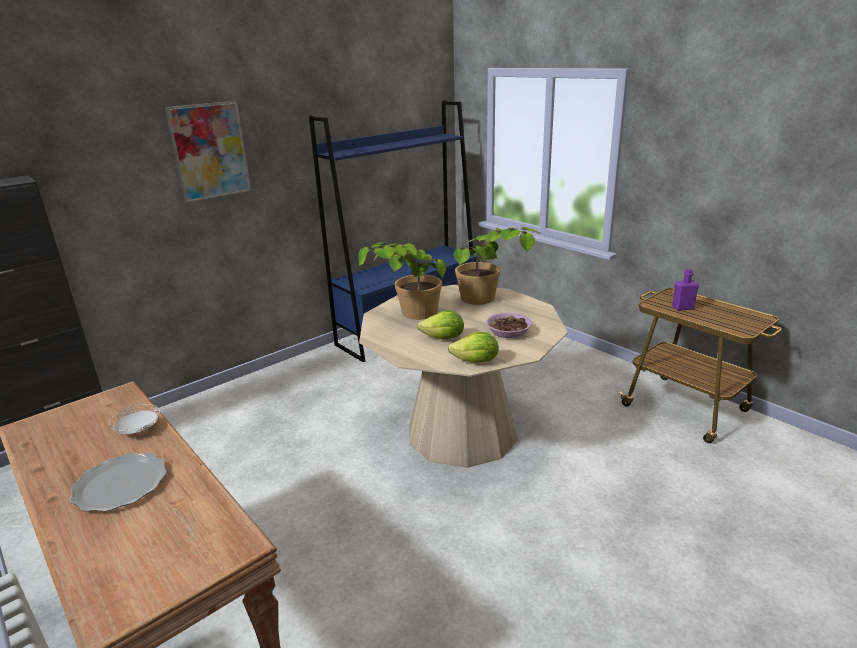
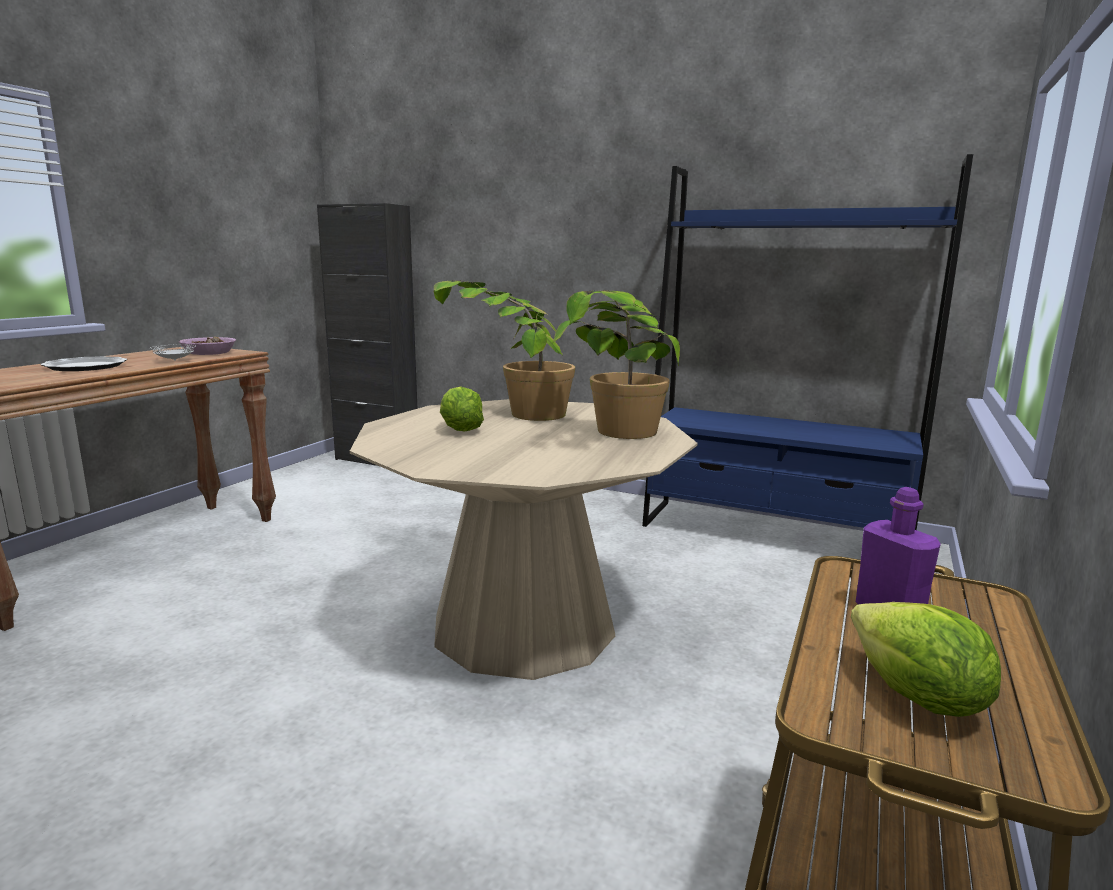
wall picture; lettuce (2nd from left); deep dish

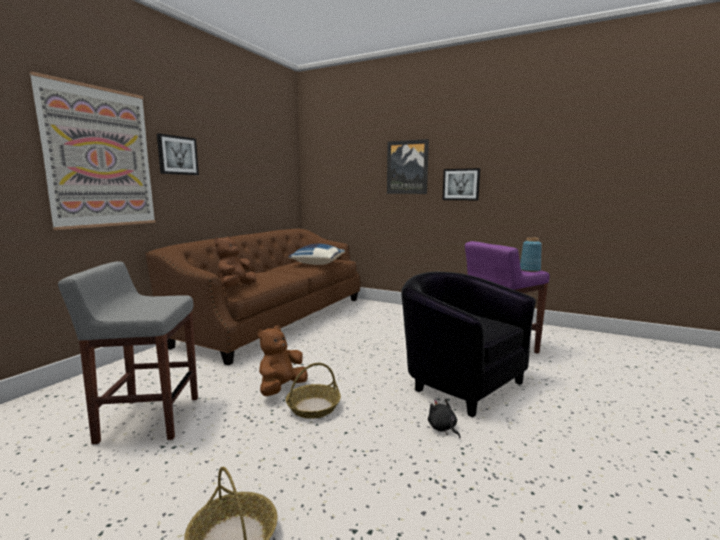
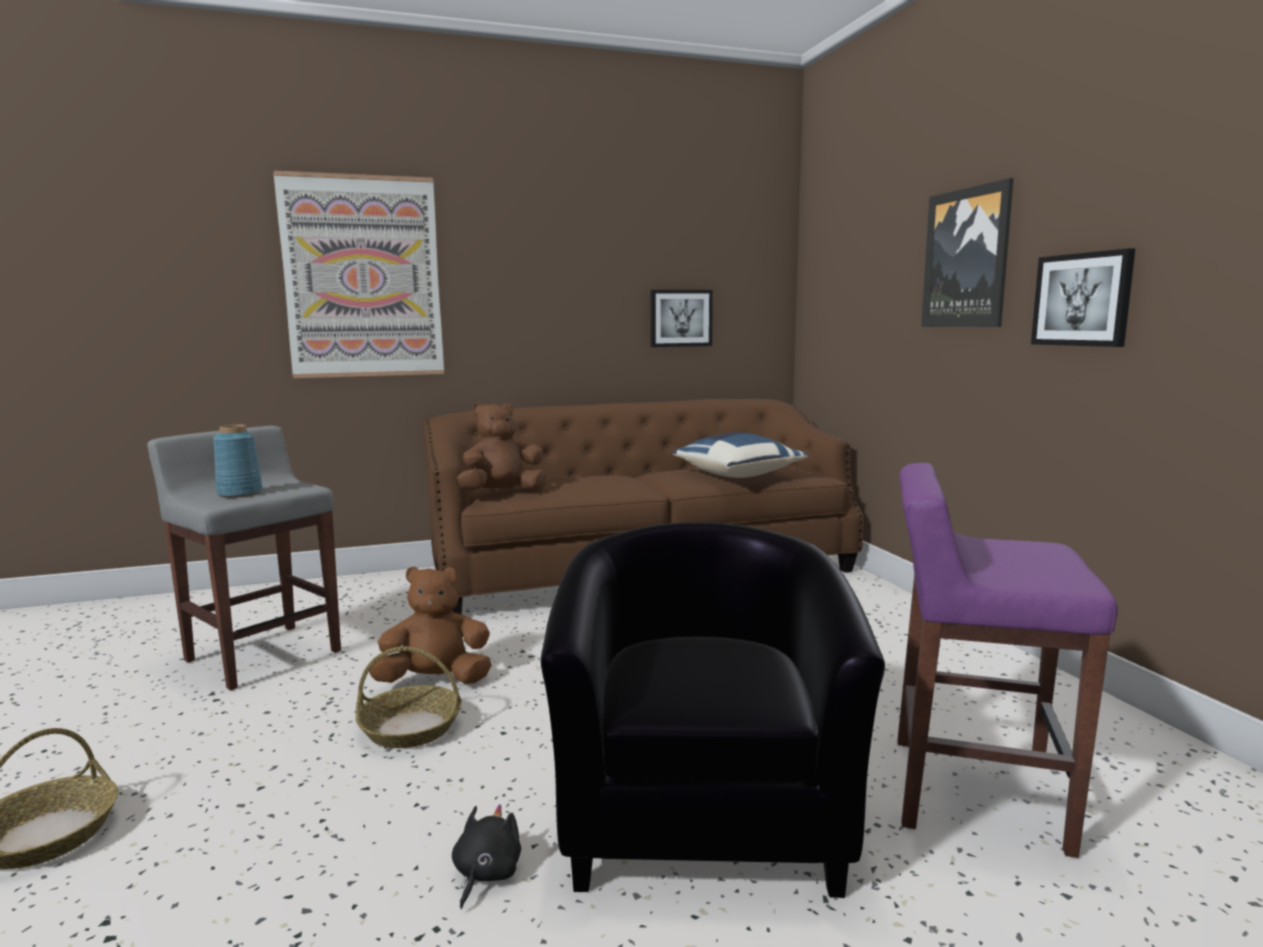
wall picture (2nd from left); blue-coloured vase

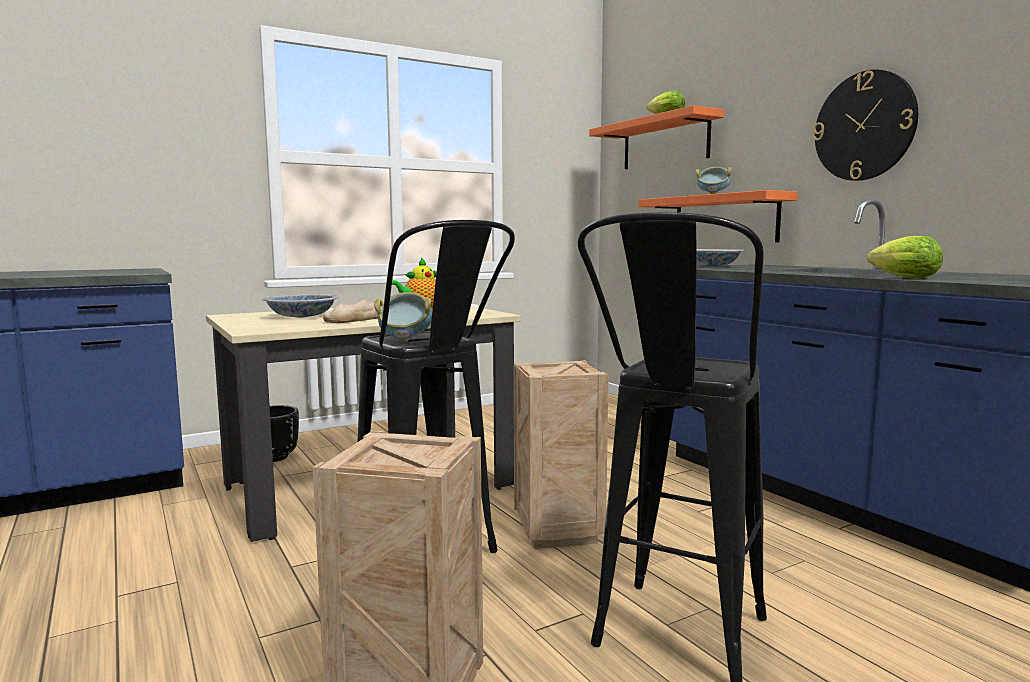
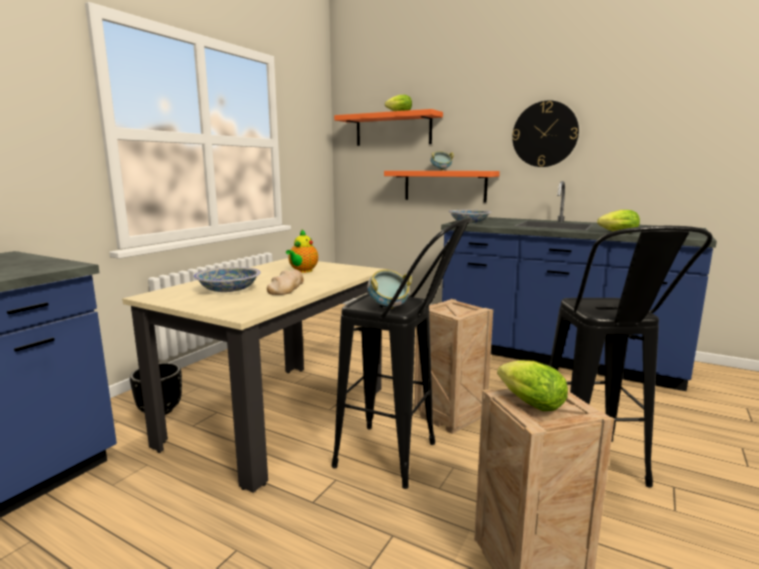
lettuce (2nd from left)

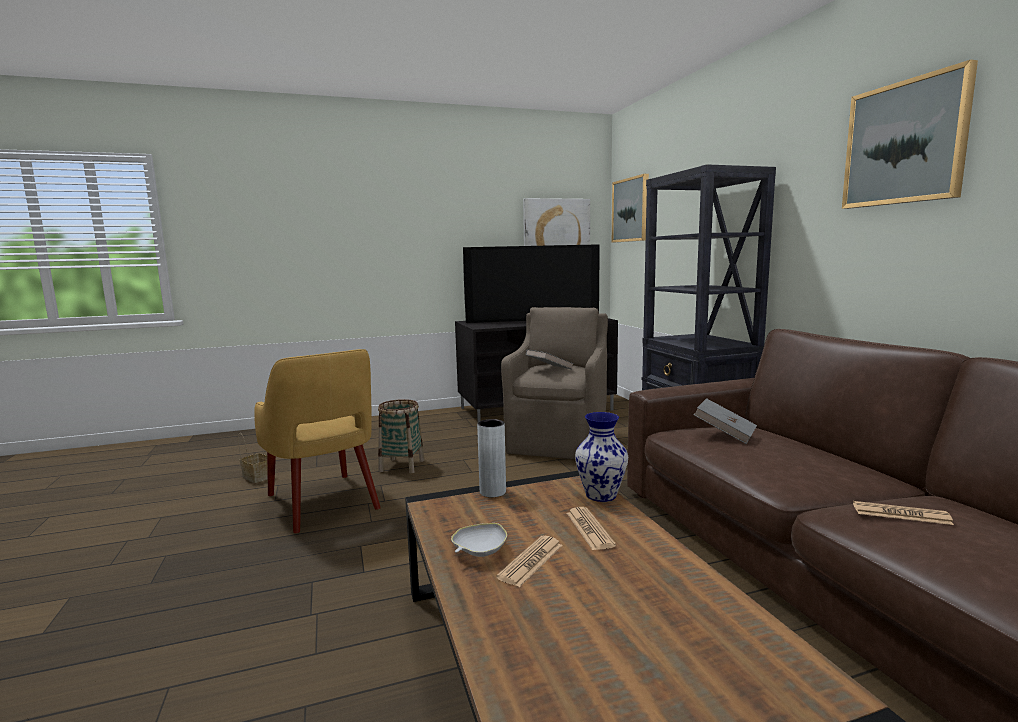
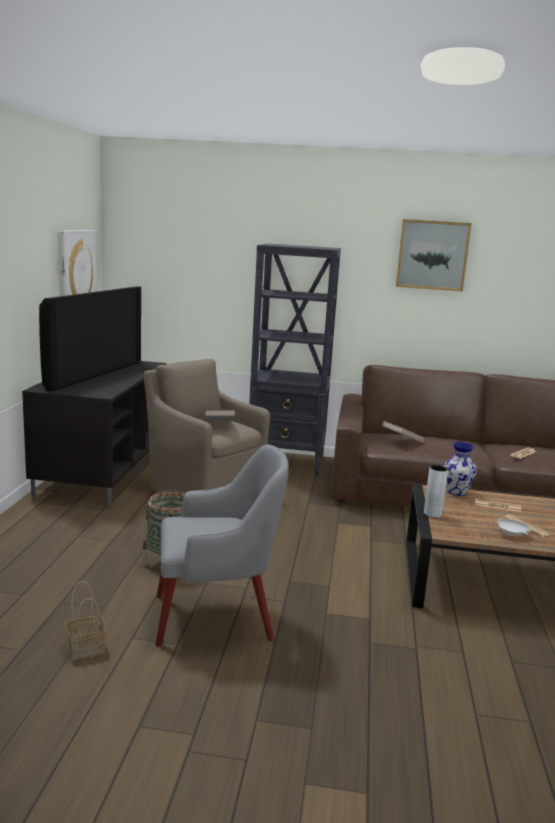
wall picture (2nd from left in the first image); greyish armchair

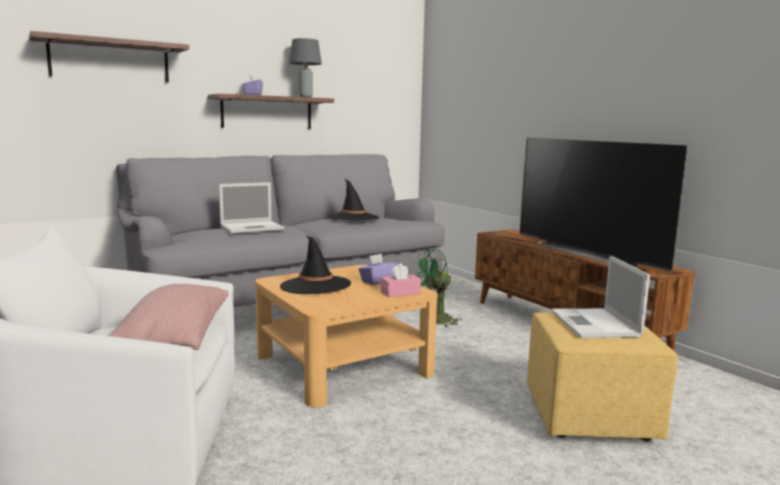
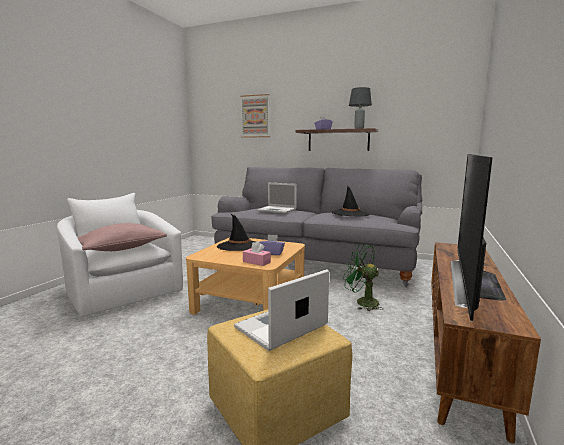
wall picture

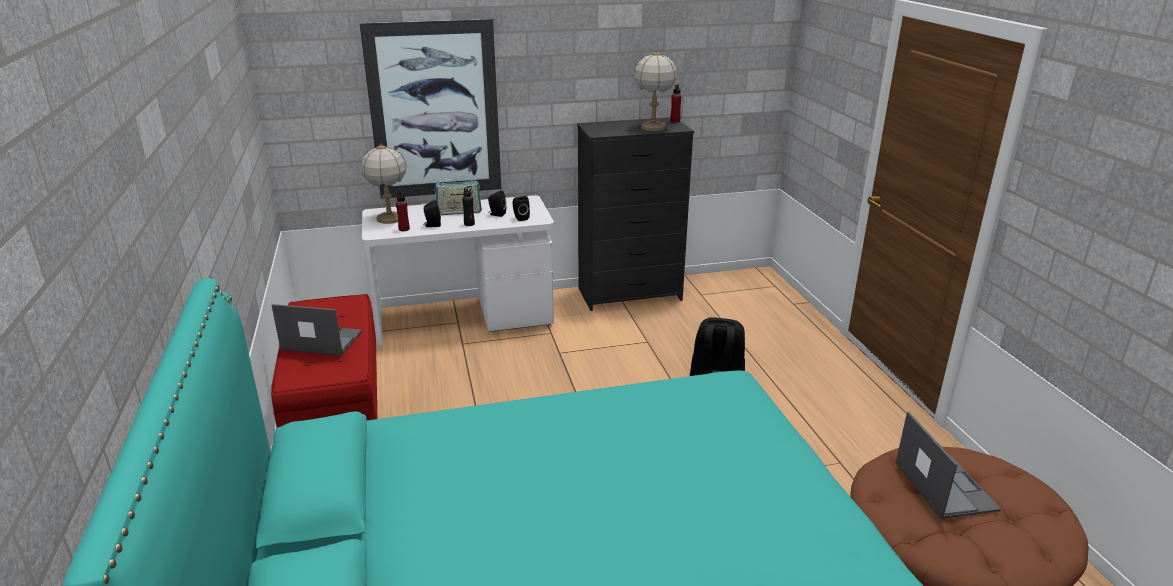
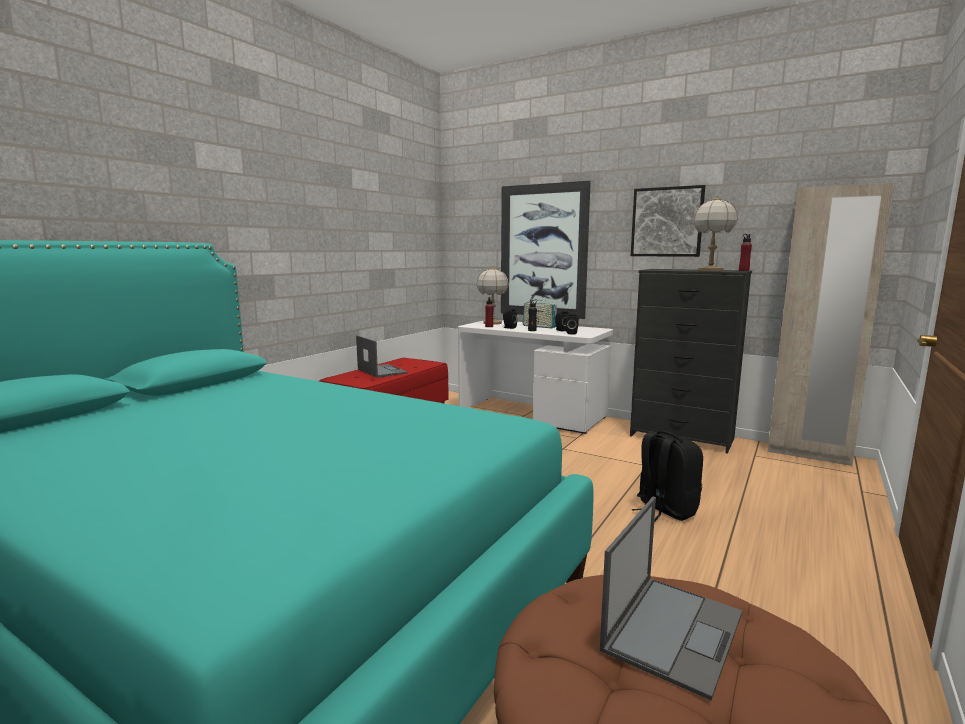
wall picture (2nd from left); beige armoire

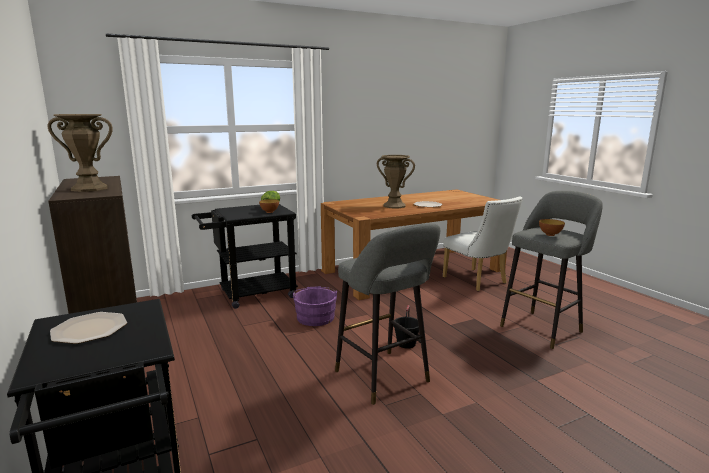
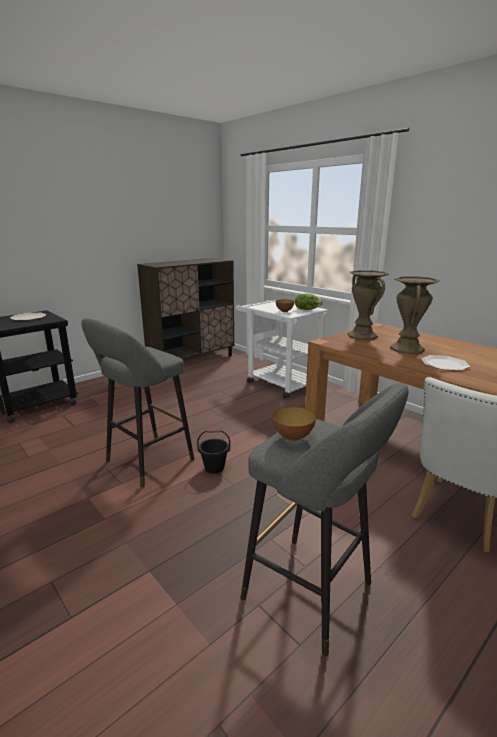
purplish bucket; brownish vase (1st from left); white-coloured wheeled cart

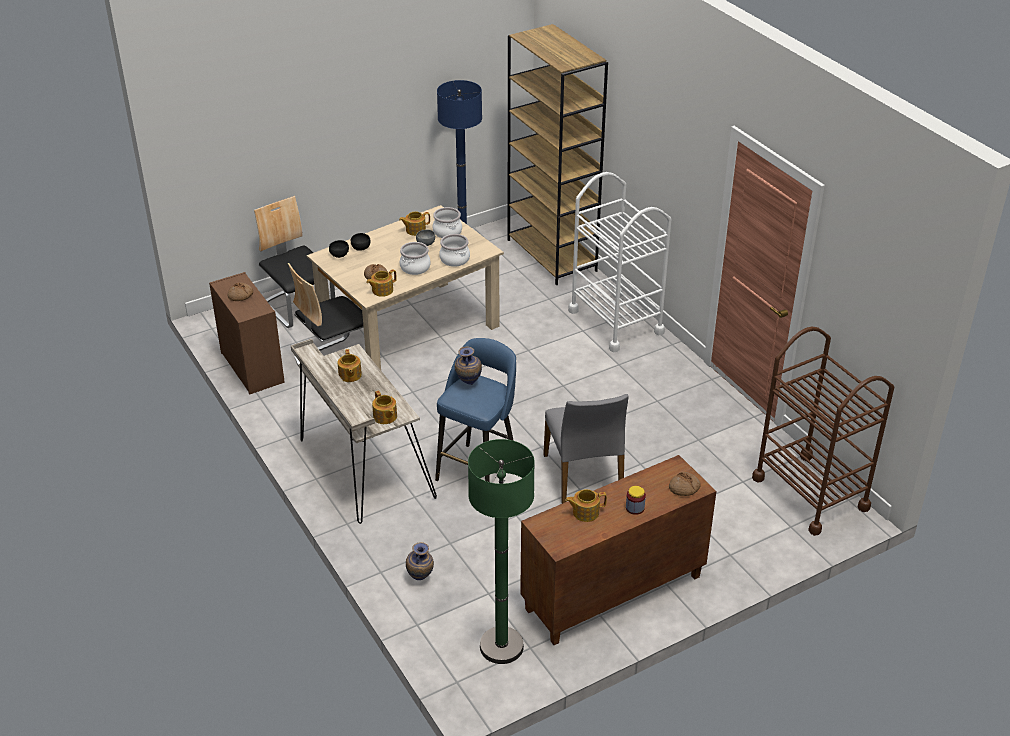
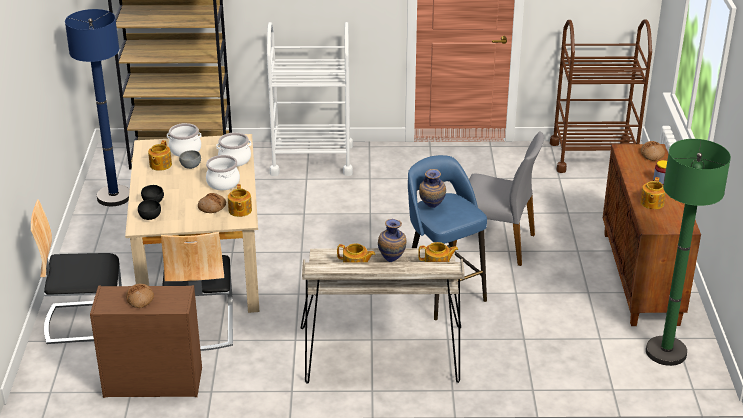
vase (1st from left)

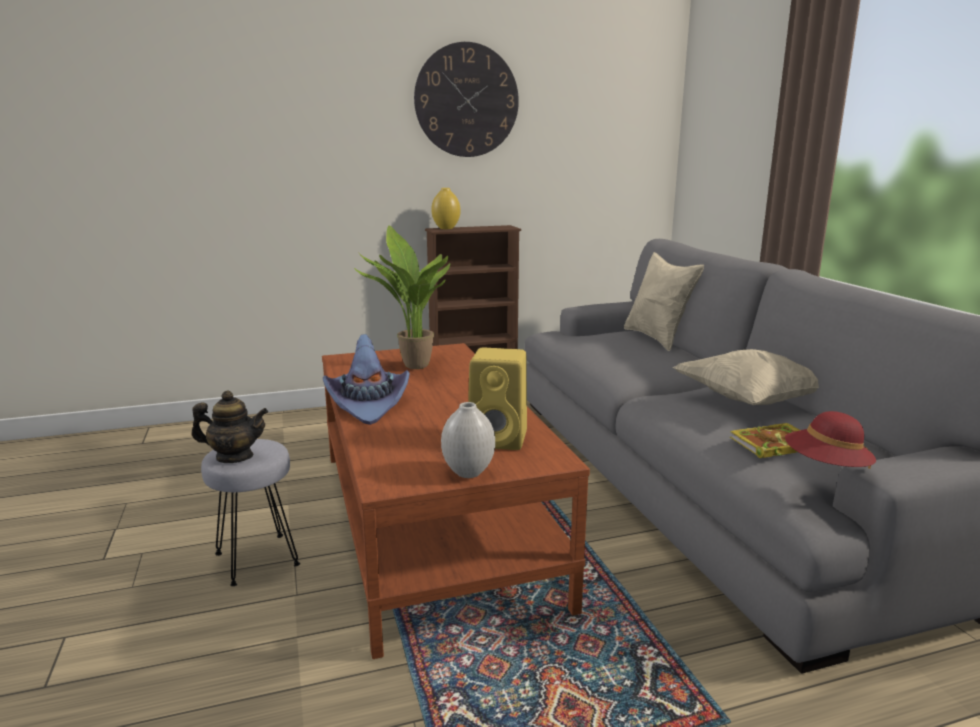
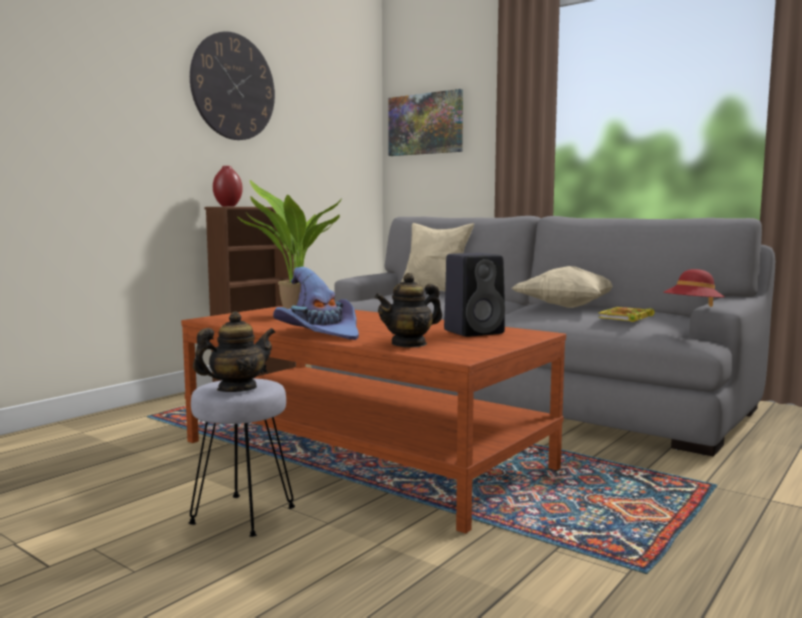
white-coloured vase; teapot (2nd from left); wall picture; red vase; black loudspeaker

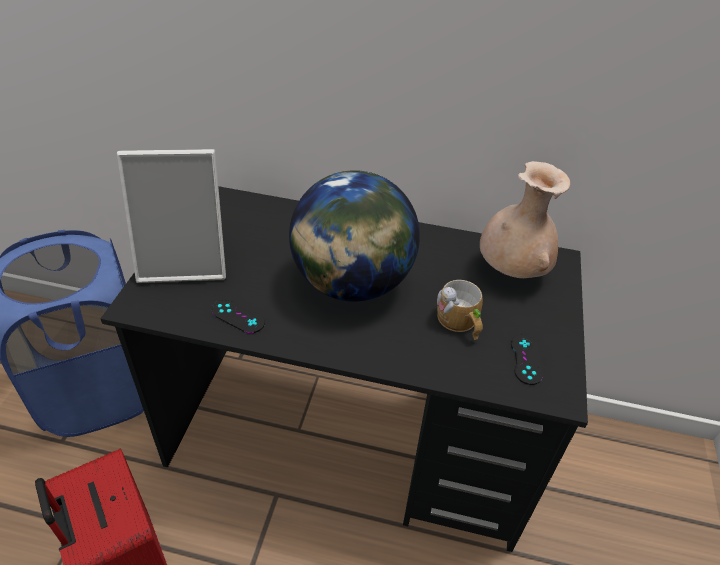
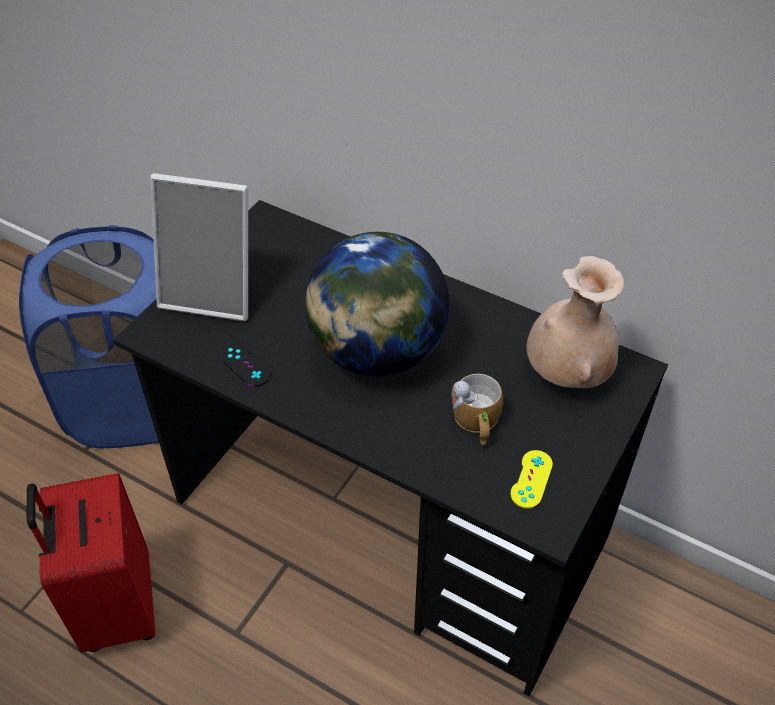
yellow-coloured gamepad

